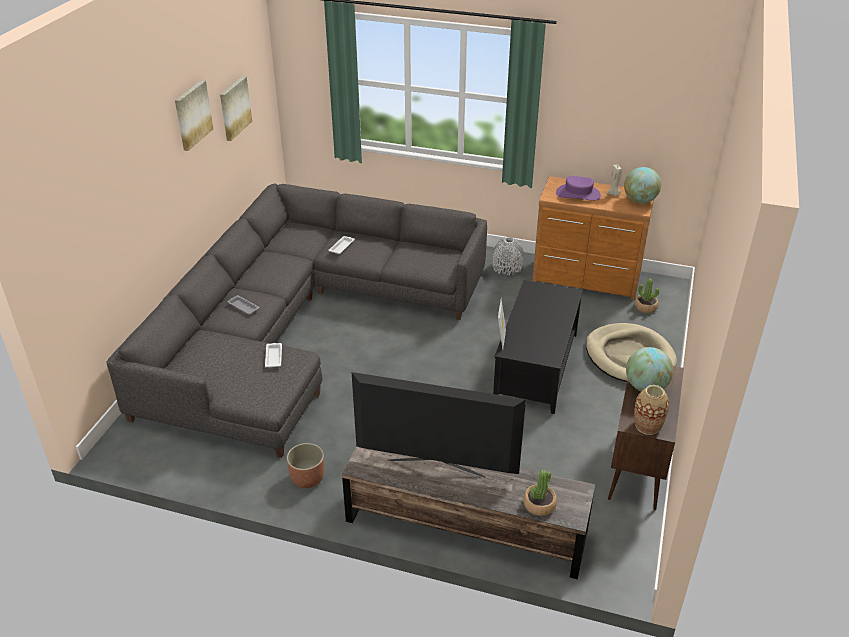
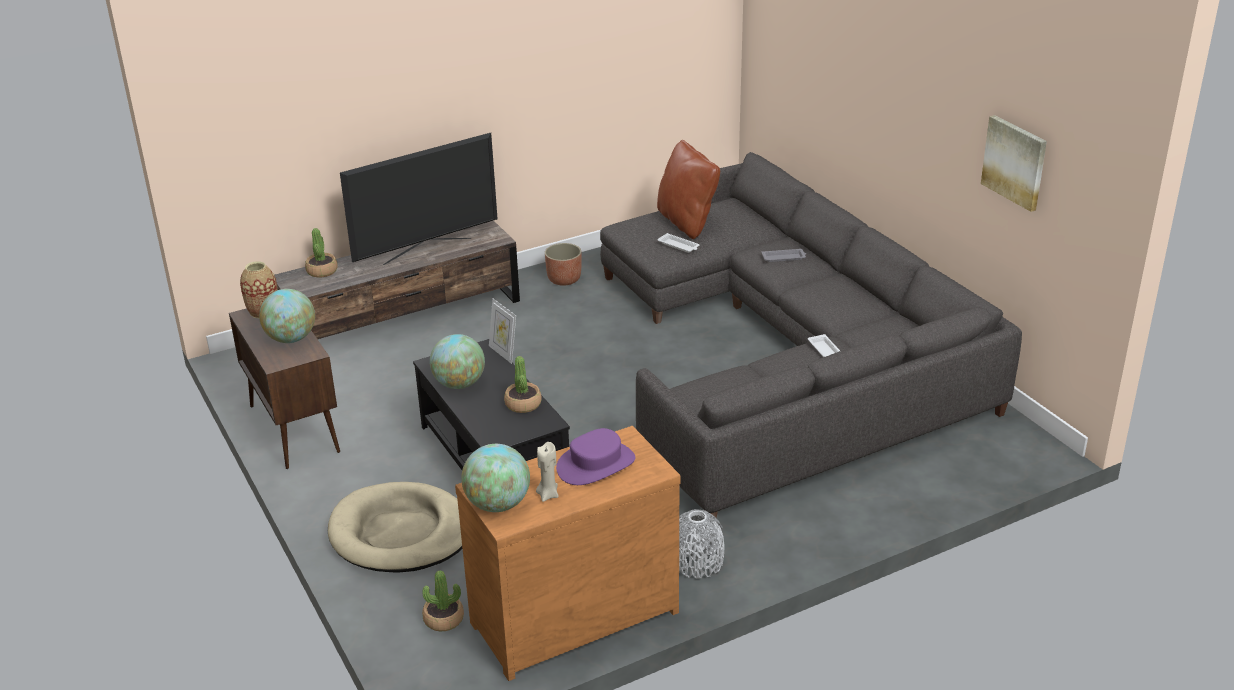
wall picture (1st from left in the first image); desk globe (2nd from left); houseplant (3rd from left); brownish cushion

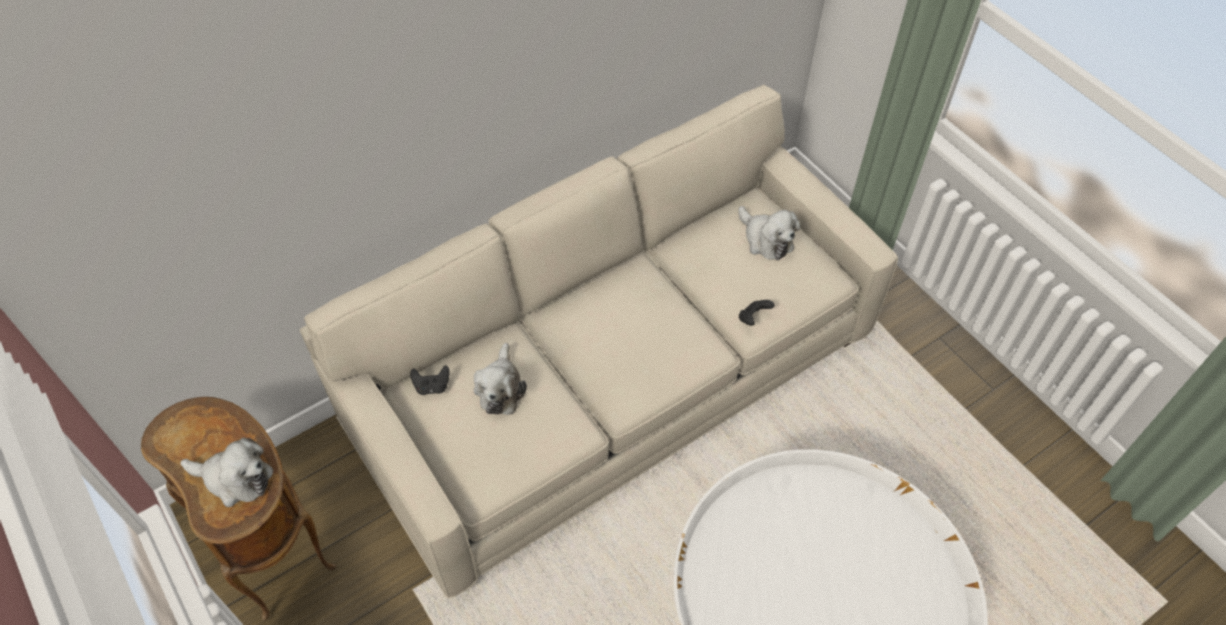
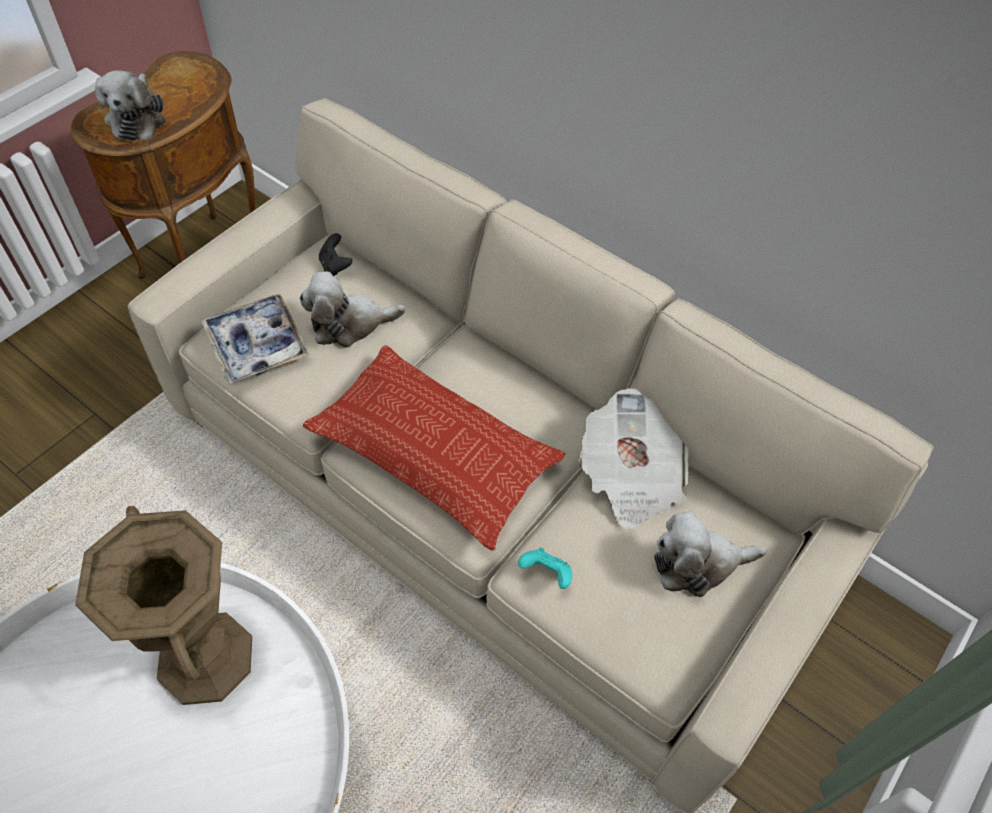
brownish vase; serving tray; cushion; printed paper; blue-green gamepad; plush toy (3rd from left)

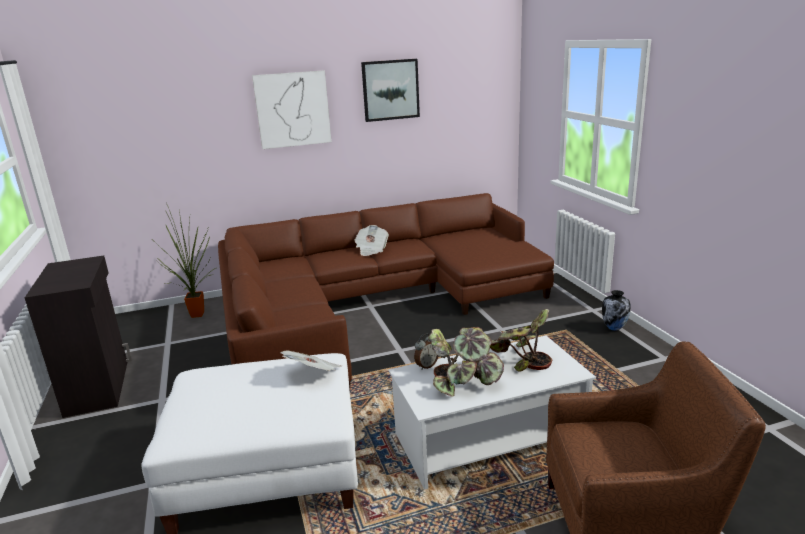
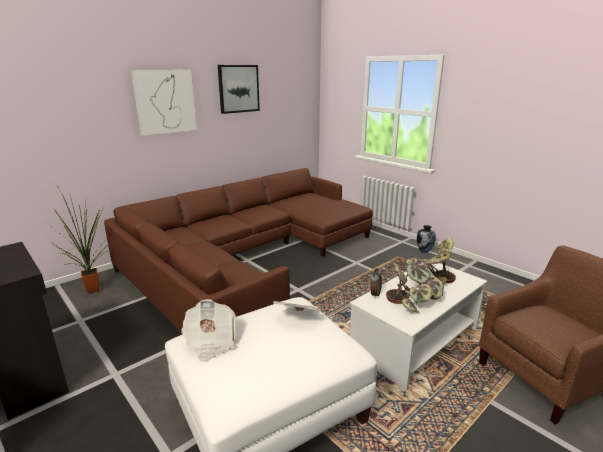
printed paper (1st from left)

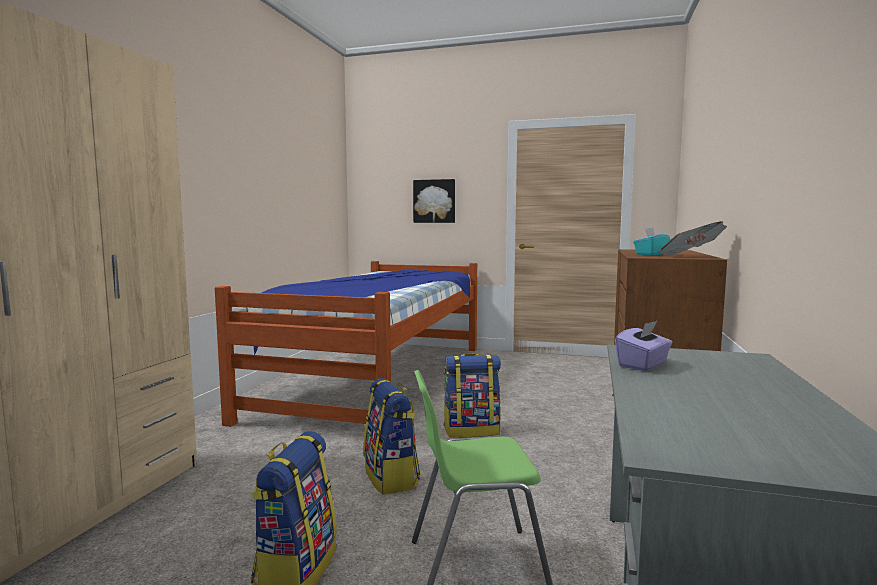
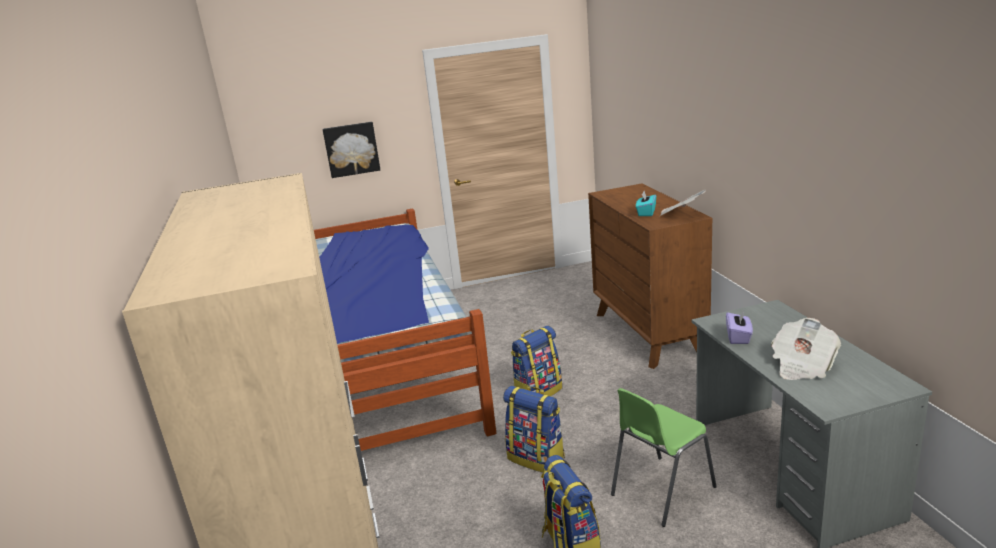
printed paper (2nd from left)

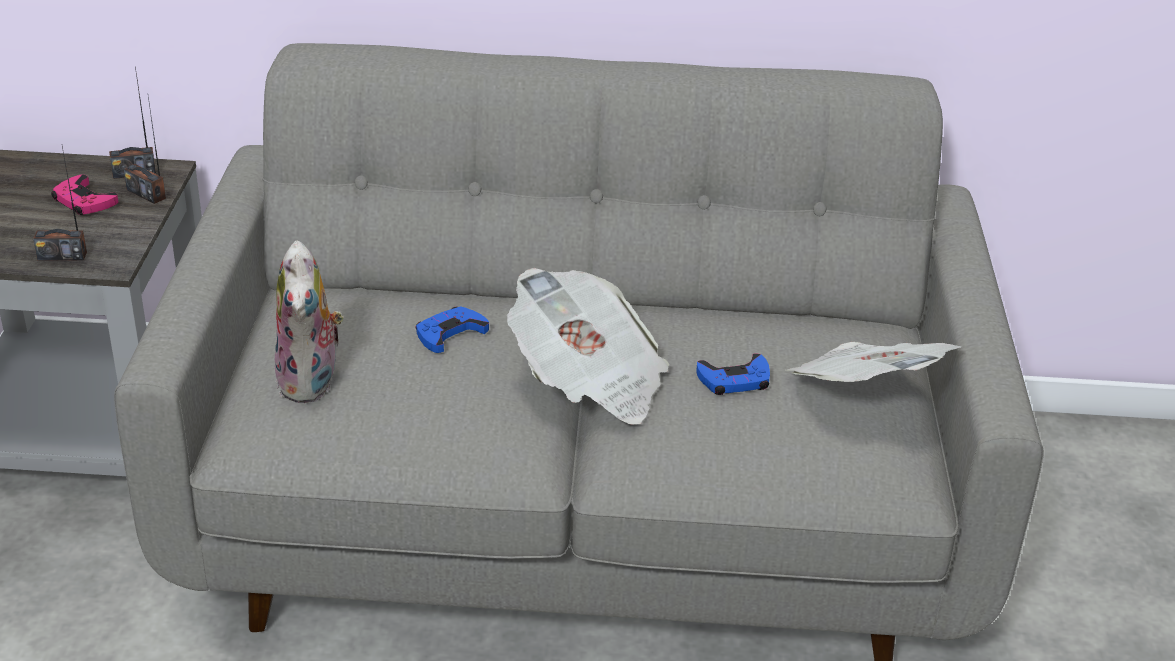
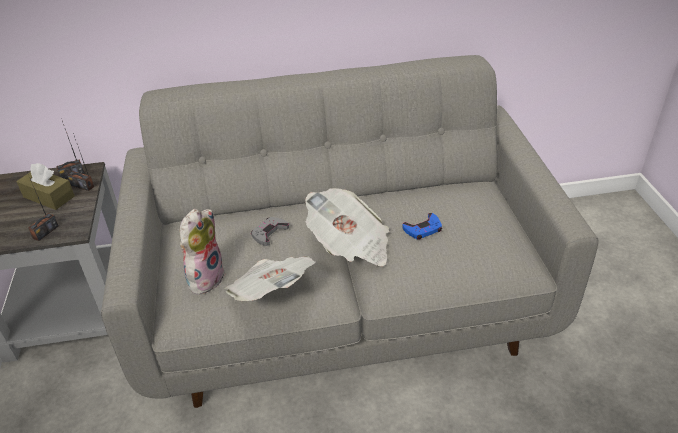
printed paper (1st from left); brownish tissue box; greyish gamepad; radio receiver (1st from left); plush toy

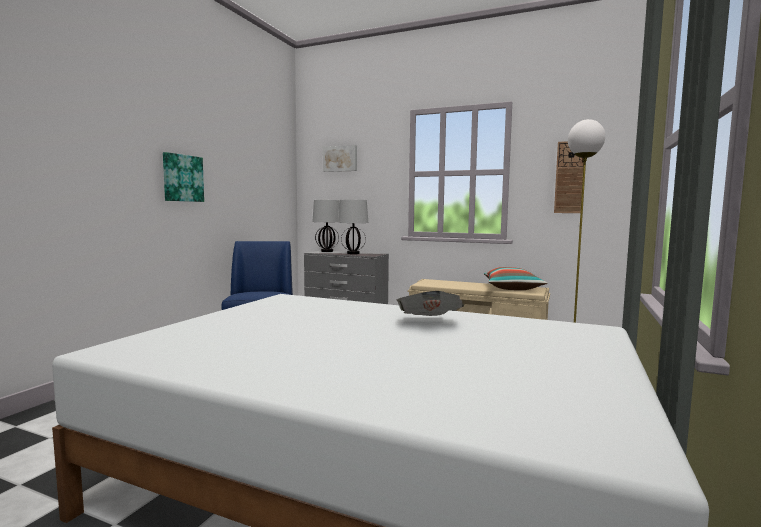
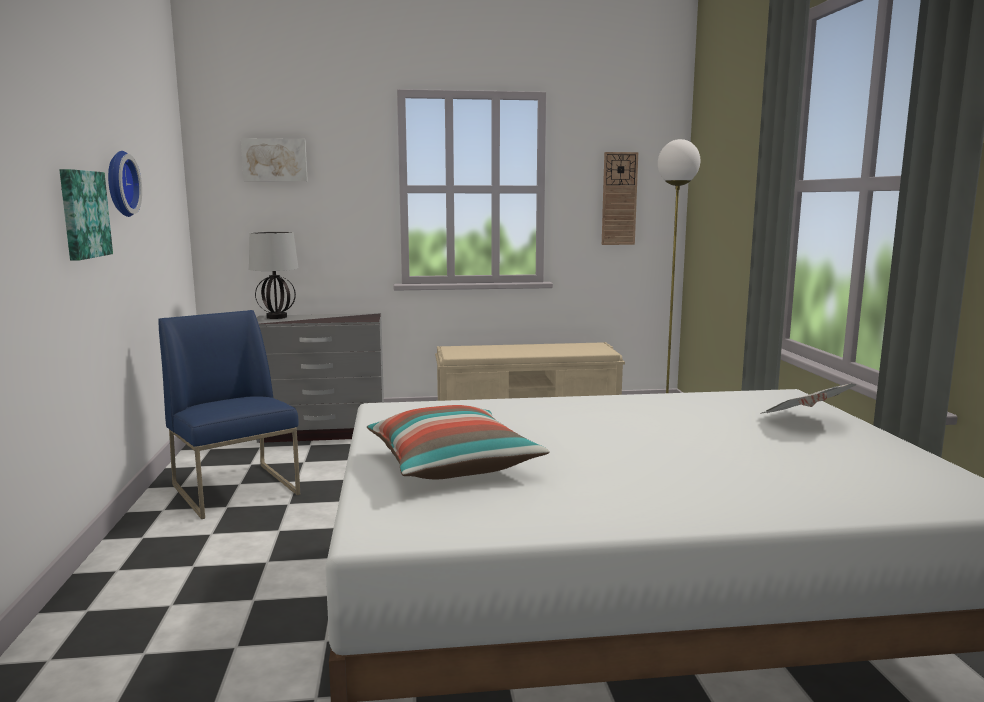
tabletop lamp (2nd from left in the first image); hanging clock (1st from left); printed paper; cushion

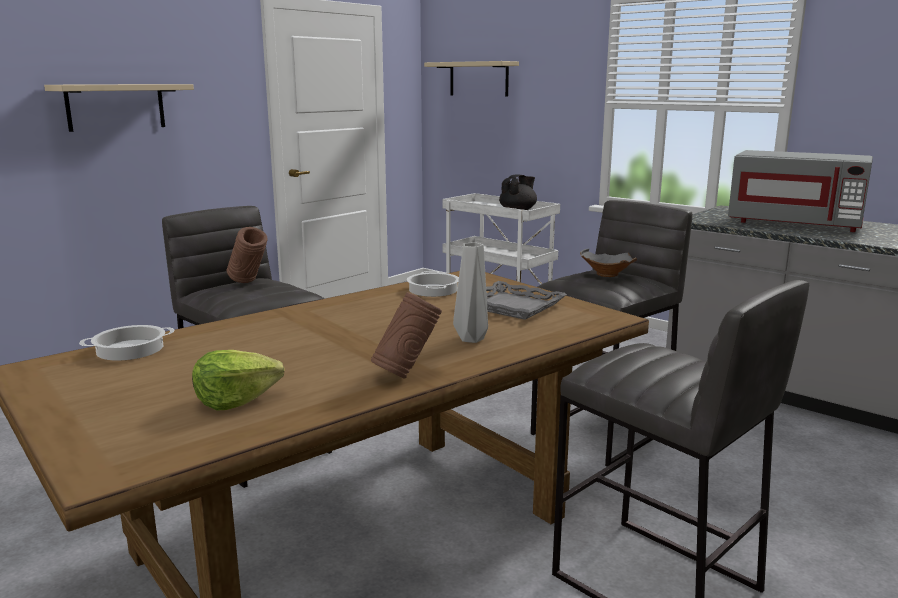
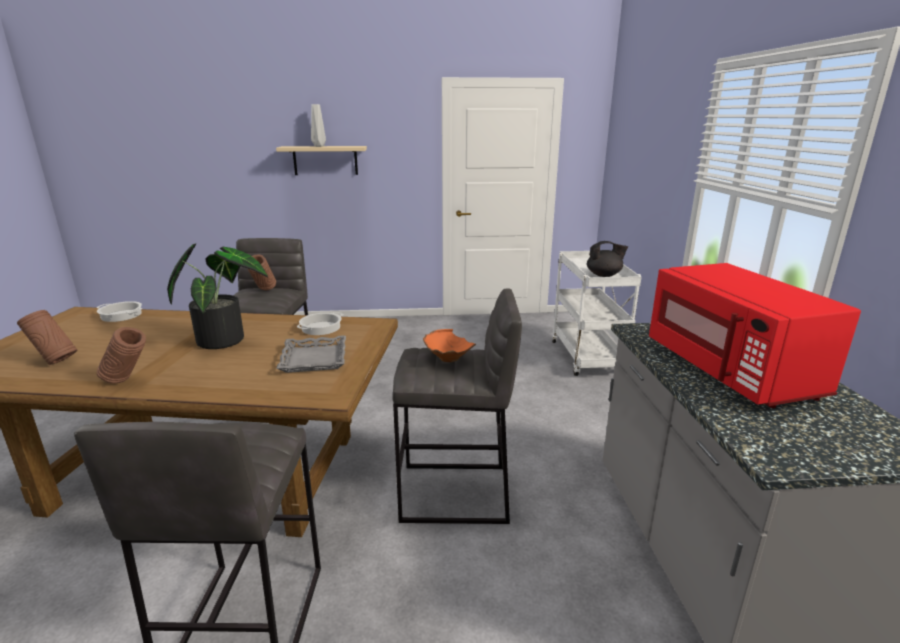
beige shelf (2nd from left in the first image); houseplant; greyish vase; brownish vase (1st from left); orange-coloured deep dish; red kitchen microwave

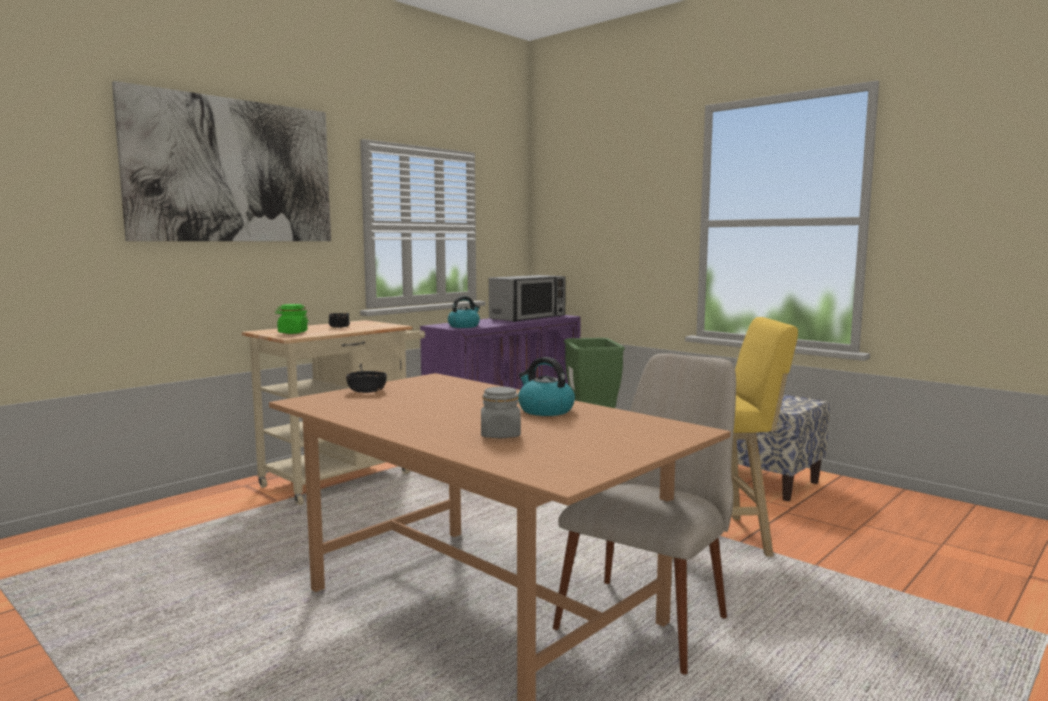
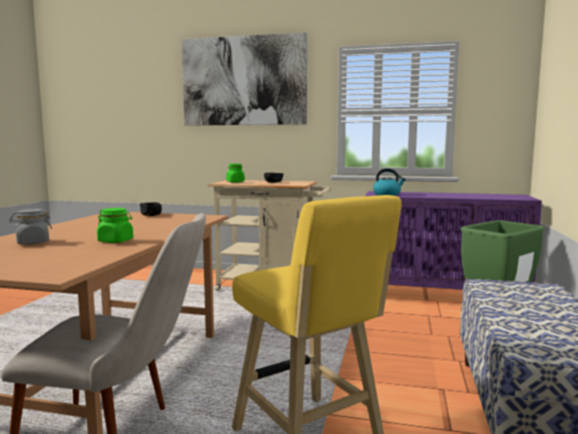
kitchen microwave; green storage jar (1st from left)

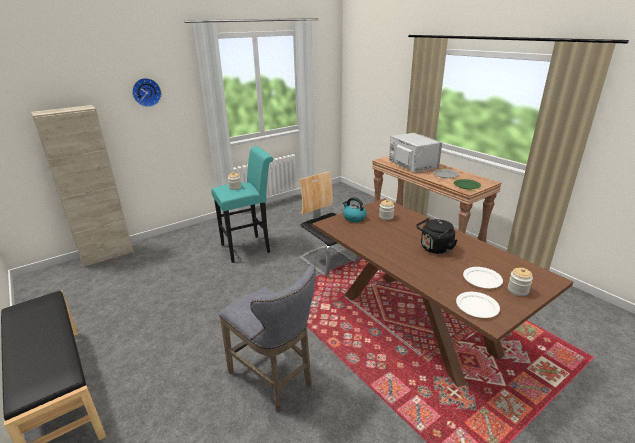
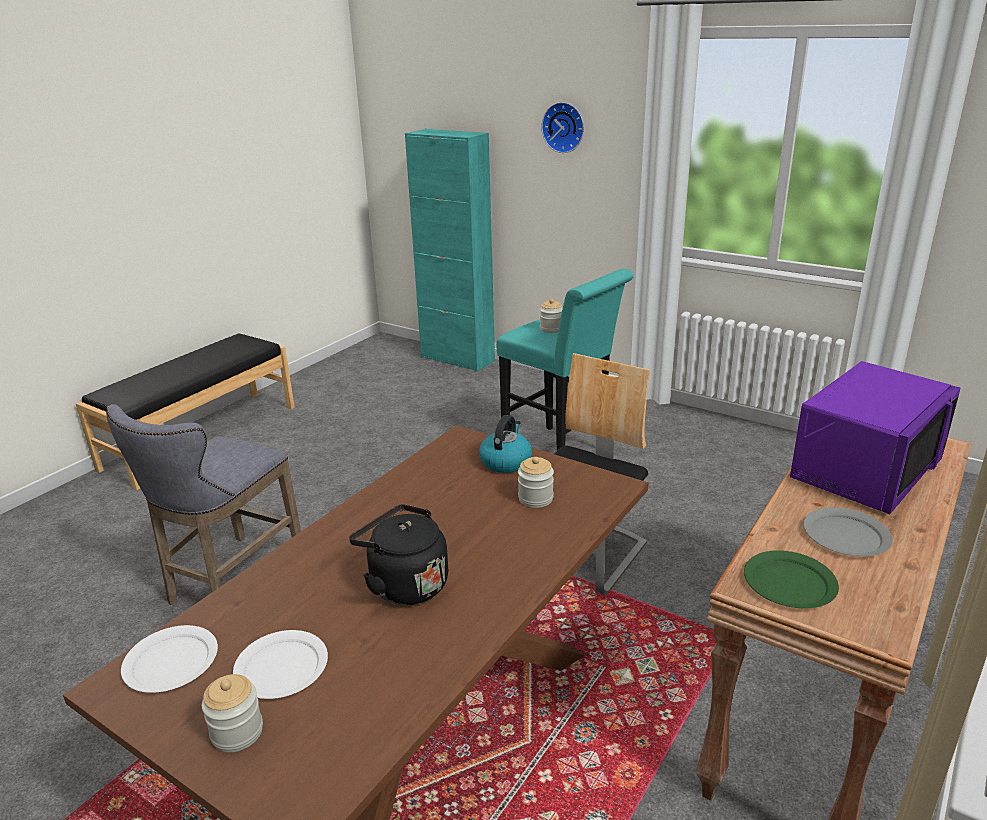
blue-green cupboard; purplish kitchen microwave

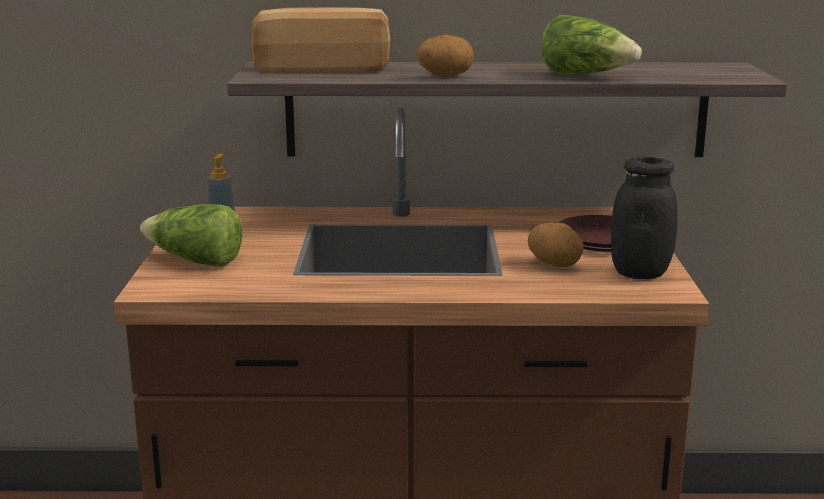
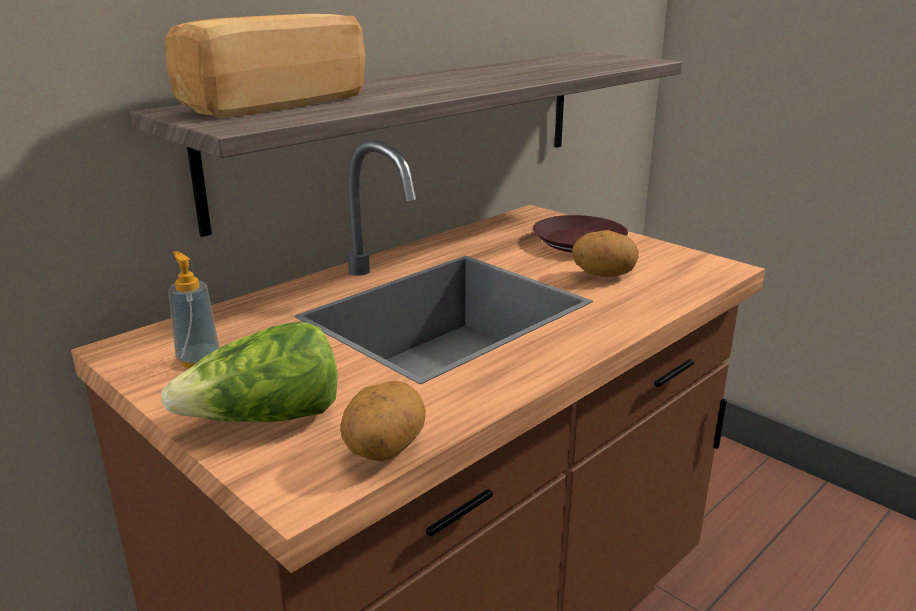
lettuce (2nd from left in the first image); black storage jar; spud (1st from left)

